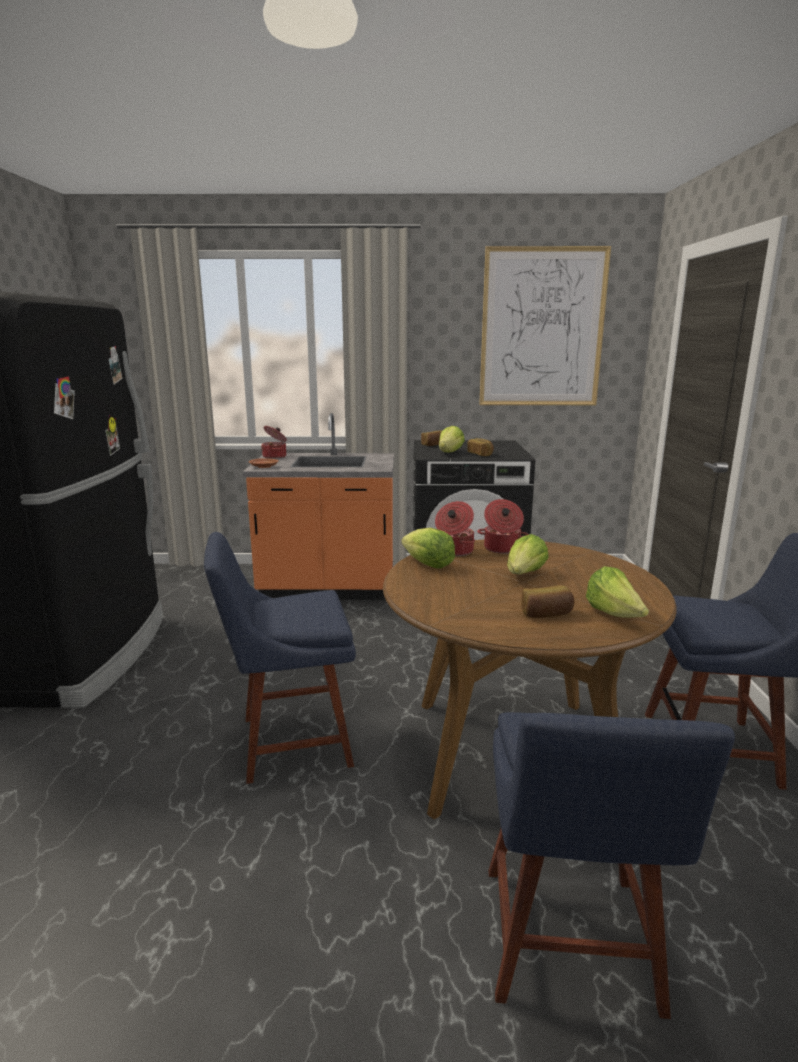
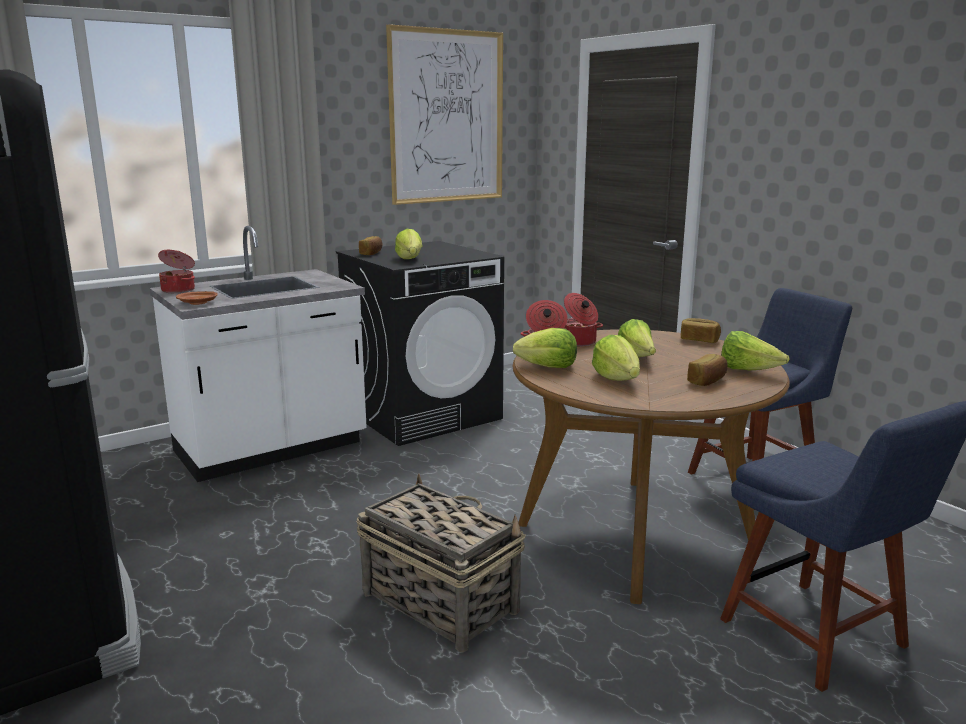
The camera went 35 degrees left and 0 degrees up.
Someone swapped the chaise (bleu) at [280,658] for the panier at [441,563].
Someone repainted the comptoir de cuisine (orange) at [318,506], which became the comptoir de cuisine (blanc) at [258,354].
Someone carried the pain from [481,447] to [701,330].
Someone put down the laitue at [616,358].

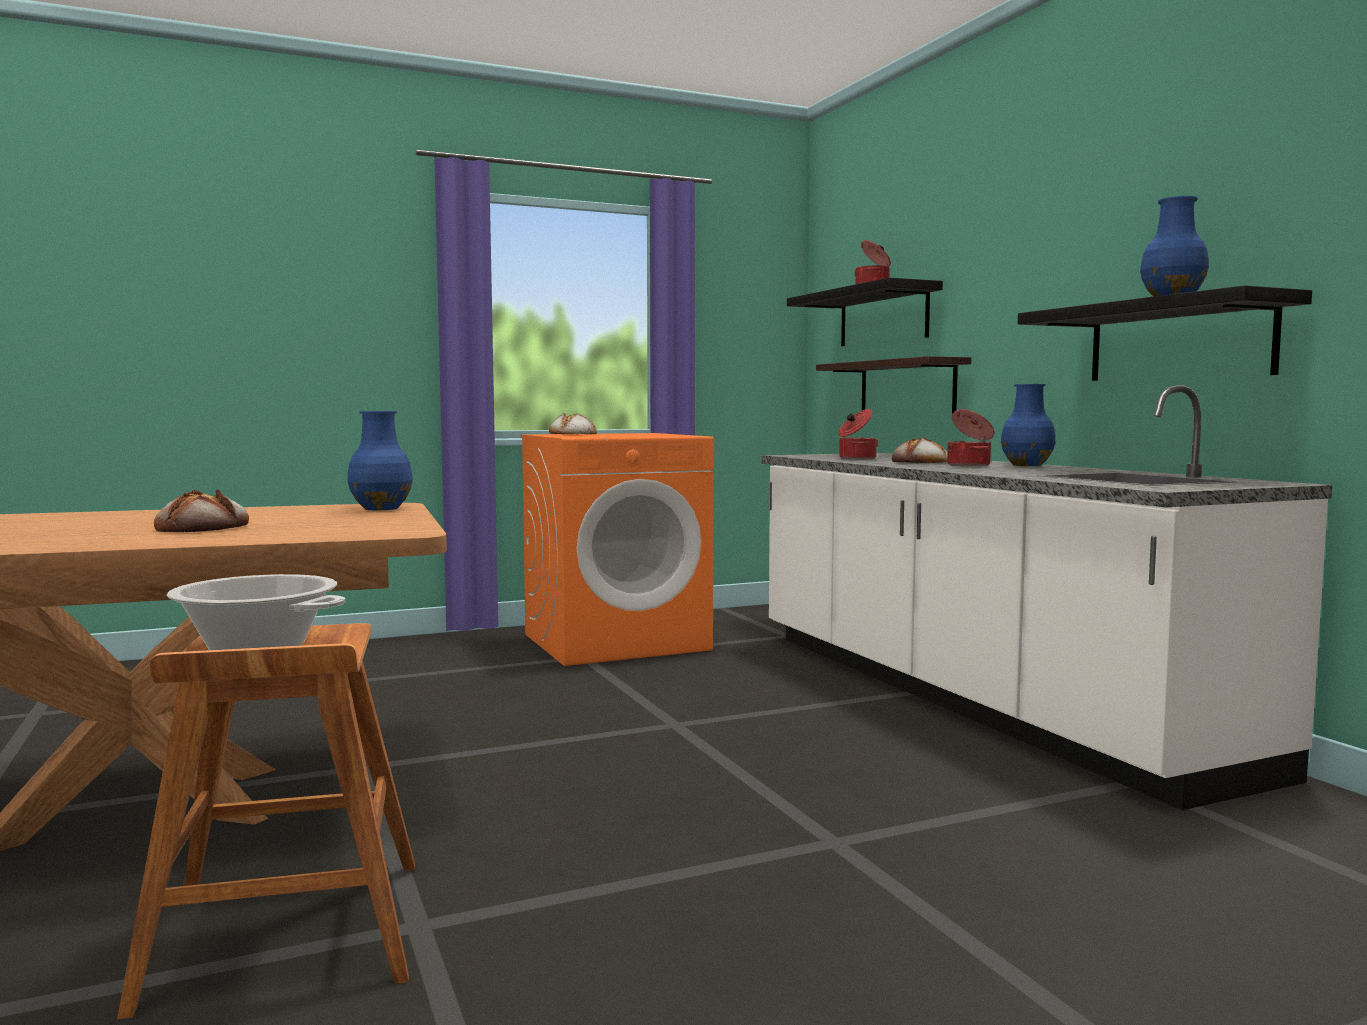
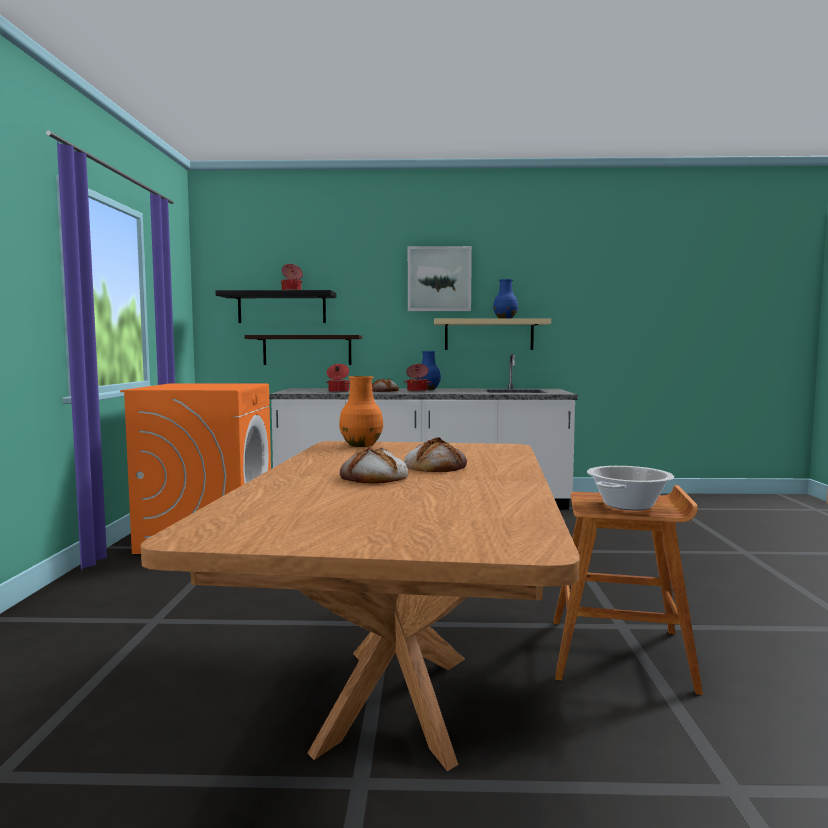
The camera went 65 degrees left and 0 degrees up.
Someone repainted the vase (bleu) at [380,460], which became the vase (orange) at [361,411].
Someone carried the pain from [573,423] to [374,466].
Someone repainted the étagère (noir) at [1165,333], which became the étagère (beige) at [492,334].
Someone put up the tableau at [440,278].

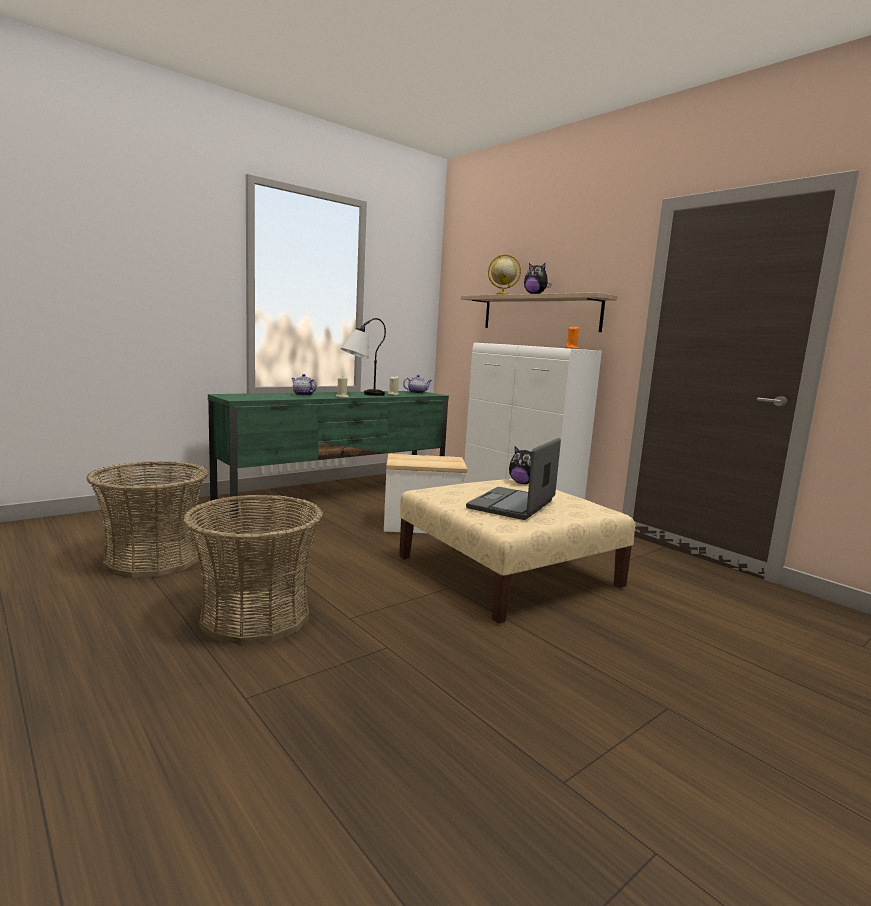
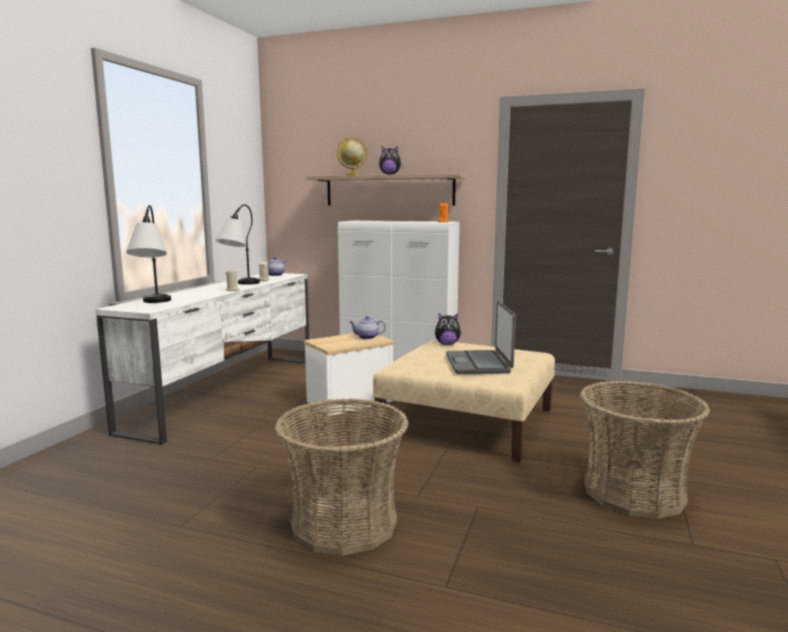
The camera went 30 degrees left and 0 degrees up.
Someone carried the panier from [148,519] to [645,449].
Someone repainted the meuble télé (vert) at [328,455], which became the meuble télé (blanc) at [202,359].
Someone carried the théière from [304,385] to [368,327].
Someone put down the lampe de table at [148,254].

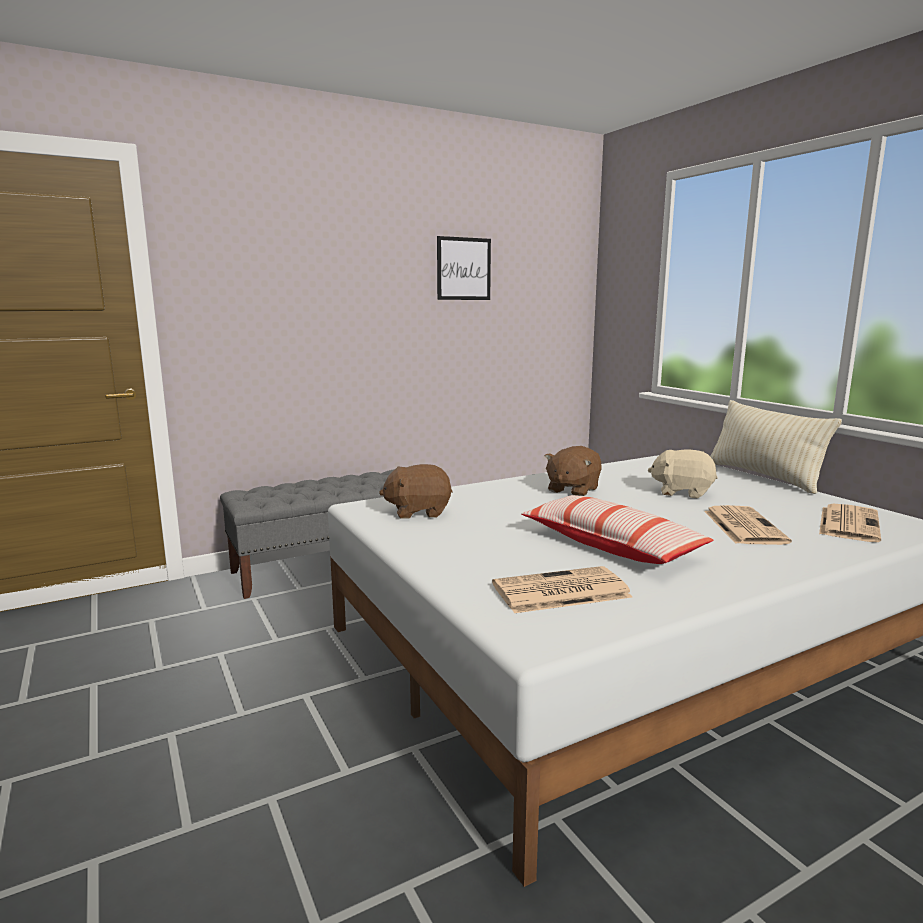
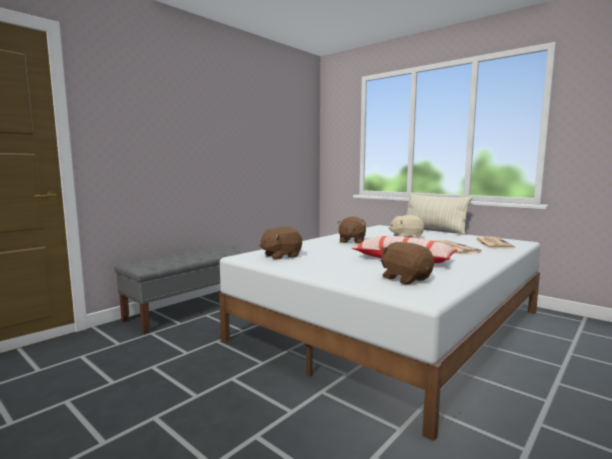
The camera went 20 degrees left and 5 degrees down.
Someone took away the tableau at [464,268].
Someone swapped the journal at [562,589] for the peluche (marron) at [407,263].

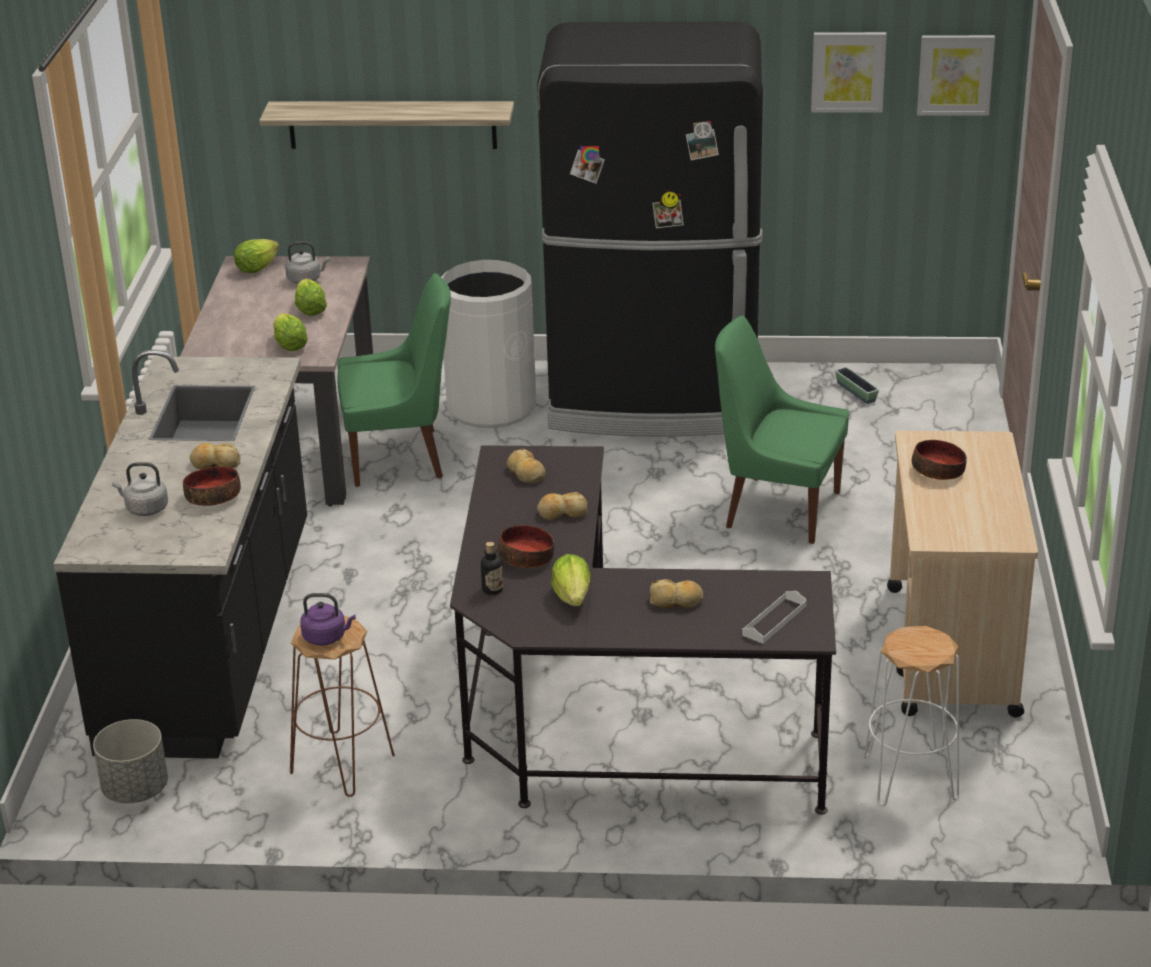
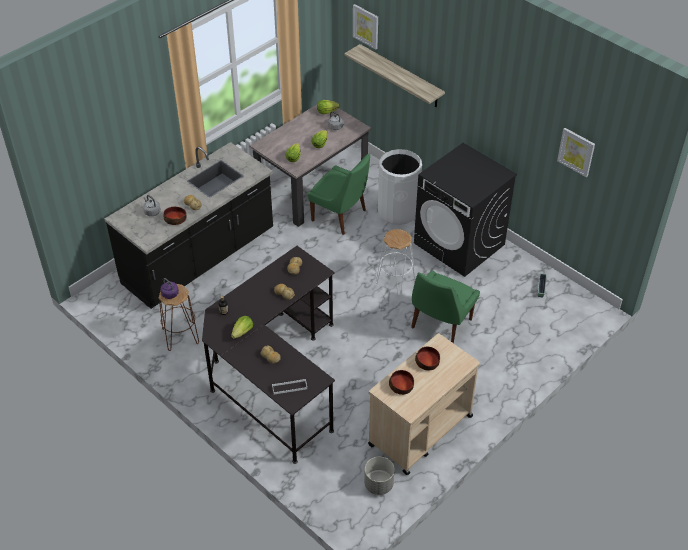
The camera went 40 degrees right and 15 degrees up.
Someone carried the cache-pot (gris) from [130,761] to [379,476].
Someone carried the bol from [526,546] to [401,382].
Someone swapped the réfrigérateur (noir) at [650,229] for the lave-linge (noir) at [465,210].
Someone rotated the chaise (vert) at [782,429] by 120 degrees counterclockwise.
Someone carried the tabouret (blanc) from [911,716] to [395,262].
Someone carried the tableau from [956,75] to [365,27].

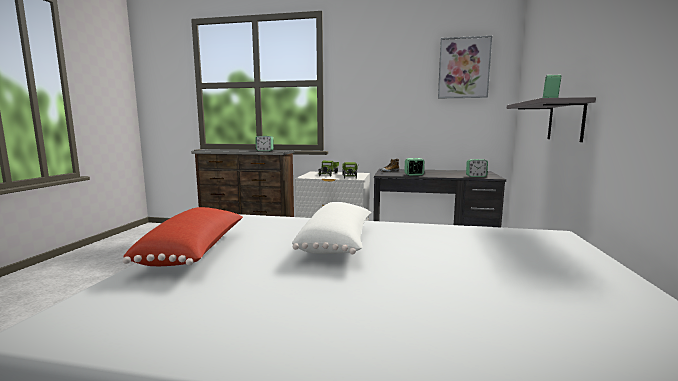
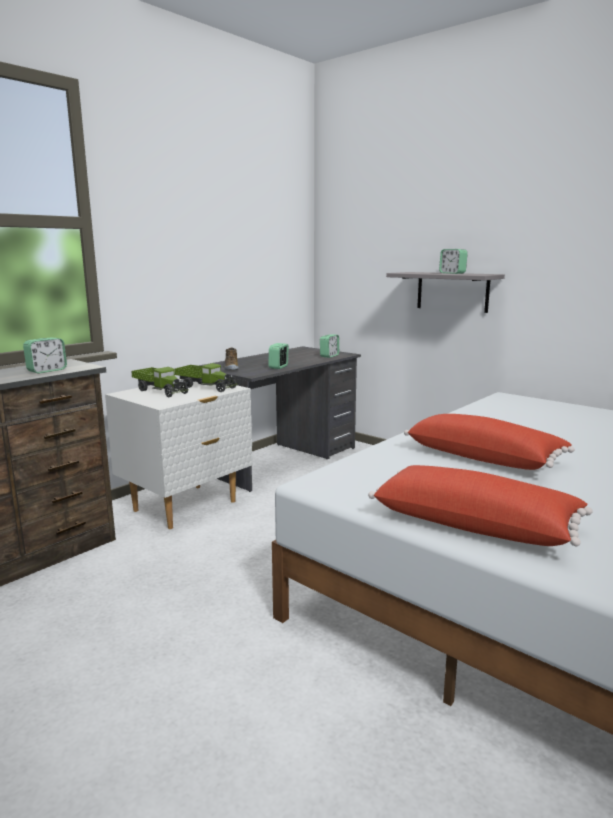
The camera went 60 degrees left and 5 degrees up.
Someone repainted the coussin (blanc) at [332,228], which became the coussin (rouge) at [489,442].
Someone took away the tableau at [465,67].

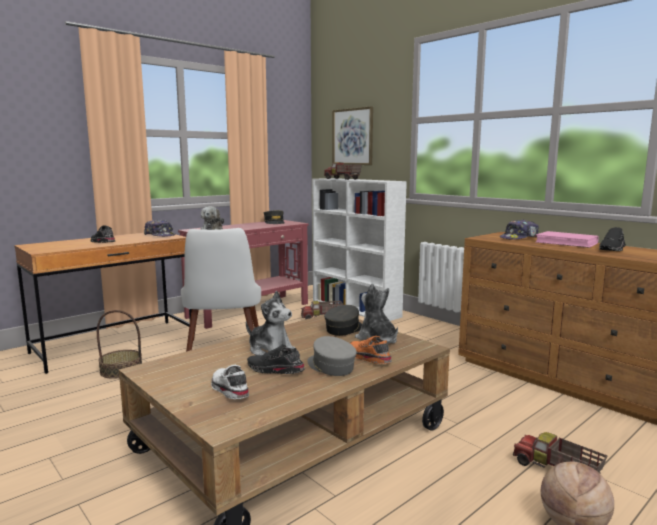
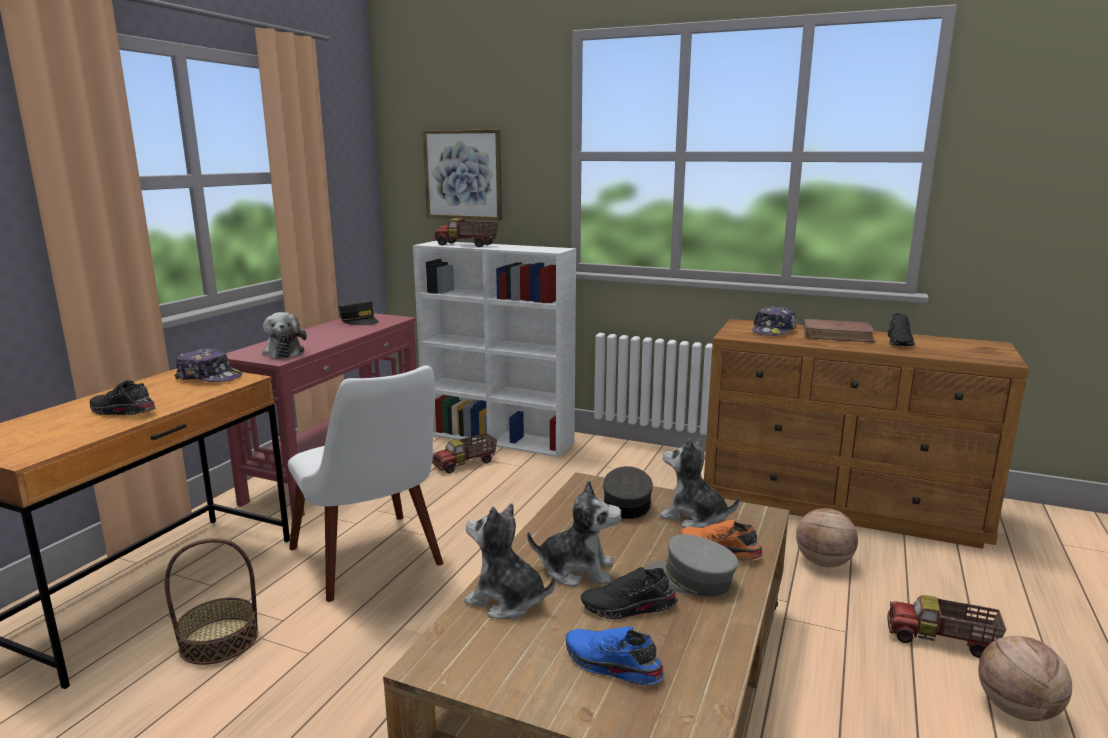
The camera went 25 degrees left and 5 degrees up.
Someone repainted the chaussure (blanc) at [230,382], which became the chaussure (bleu) at [615,656].
Someone repainted the livre (rose) at [567,239], which became the livre (marron) at [839,331].
Someone put down the peluche at [510,561].
Someone put down the ballon de basket at [827,537].

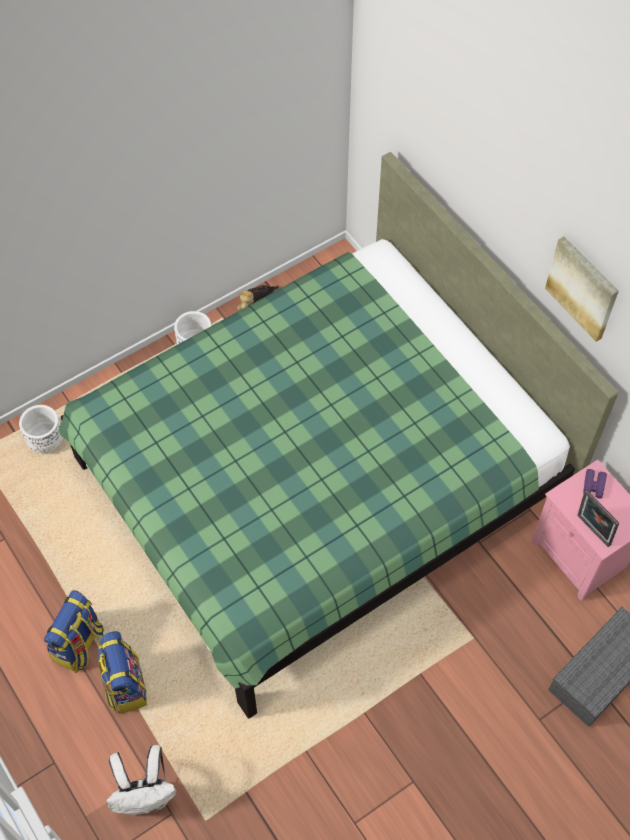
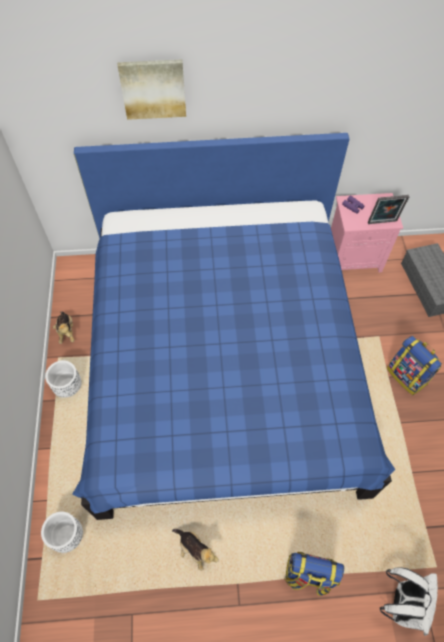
The camera went 60 degrees left and 0 degrees up.
Someone carried the sac à dos from [74,631] to [414,365].
Someone repainted the lit (vert) at [338,435], which became the lit (bleu) at [233,326].
Someone carried the tableau from [582,289] to [152,89].
Someone put down the peluche at [195,550].

